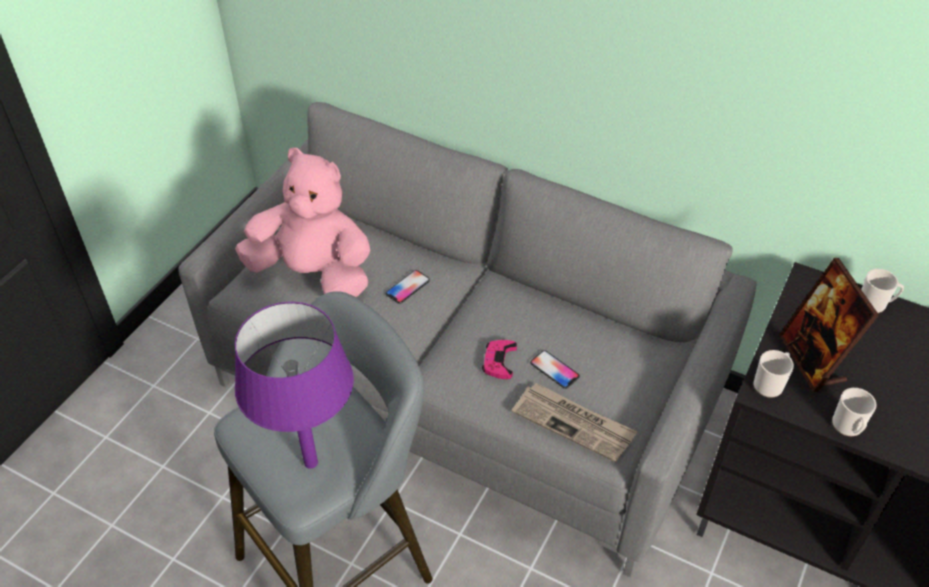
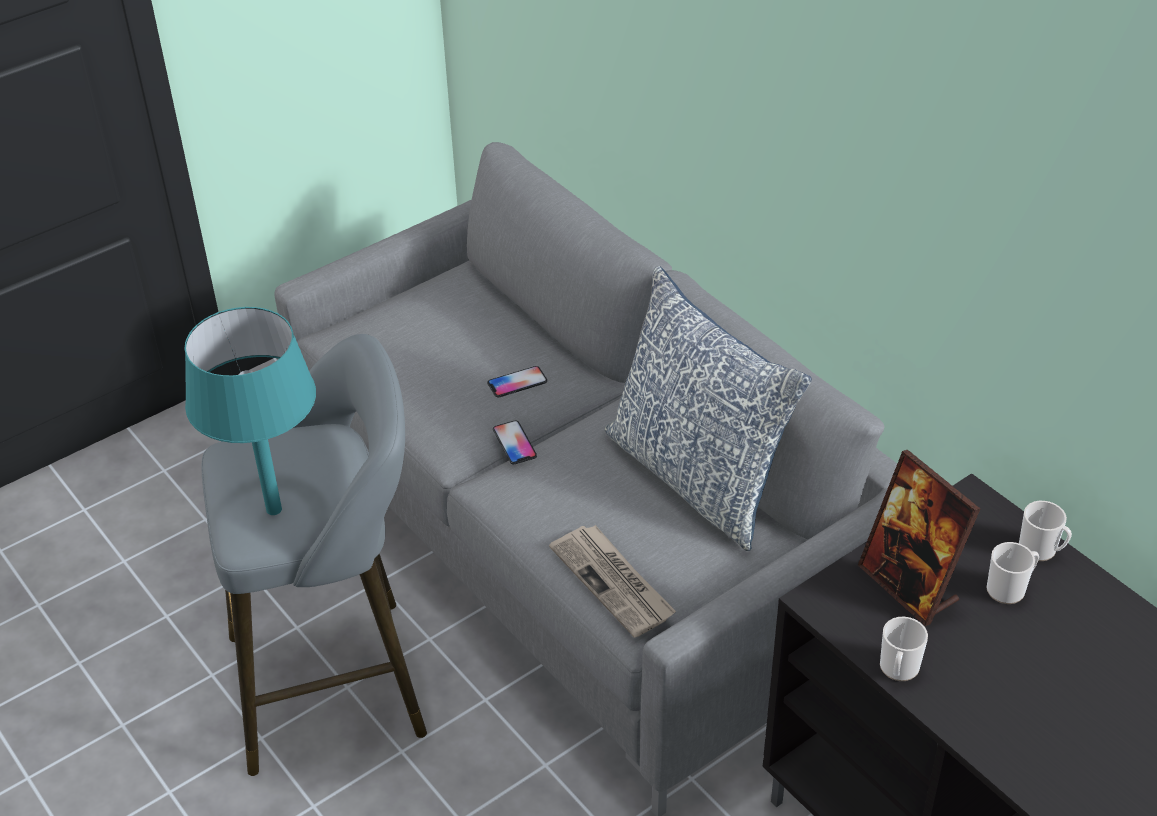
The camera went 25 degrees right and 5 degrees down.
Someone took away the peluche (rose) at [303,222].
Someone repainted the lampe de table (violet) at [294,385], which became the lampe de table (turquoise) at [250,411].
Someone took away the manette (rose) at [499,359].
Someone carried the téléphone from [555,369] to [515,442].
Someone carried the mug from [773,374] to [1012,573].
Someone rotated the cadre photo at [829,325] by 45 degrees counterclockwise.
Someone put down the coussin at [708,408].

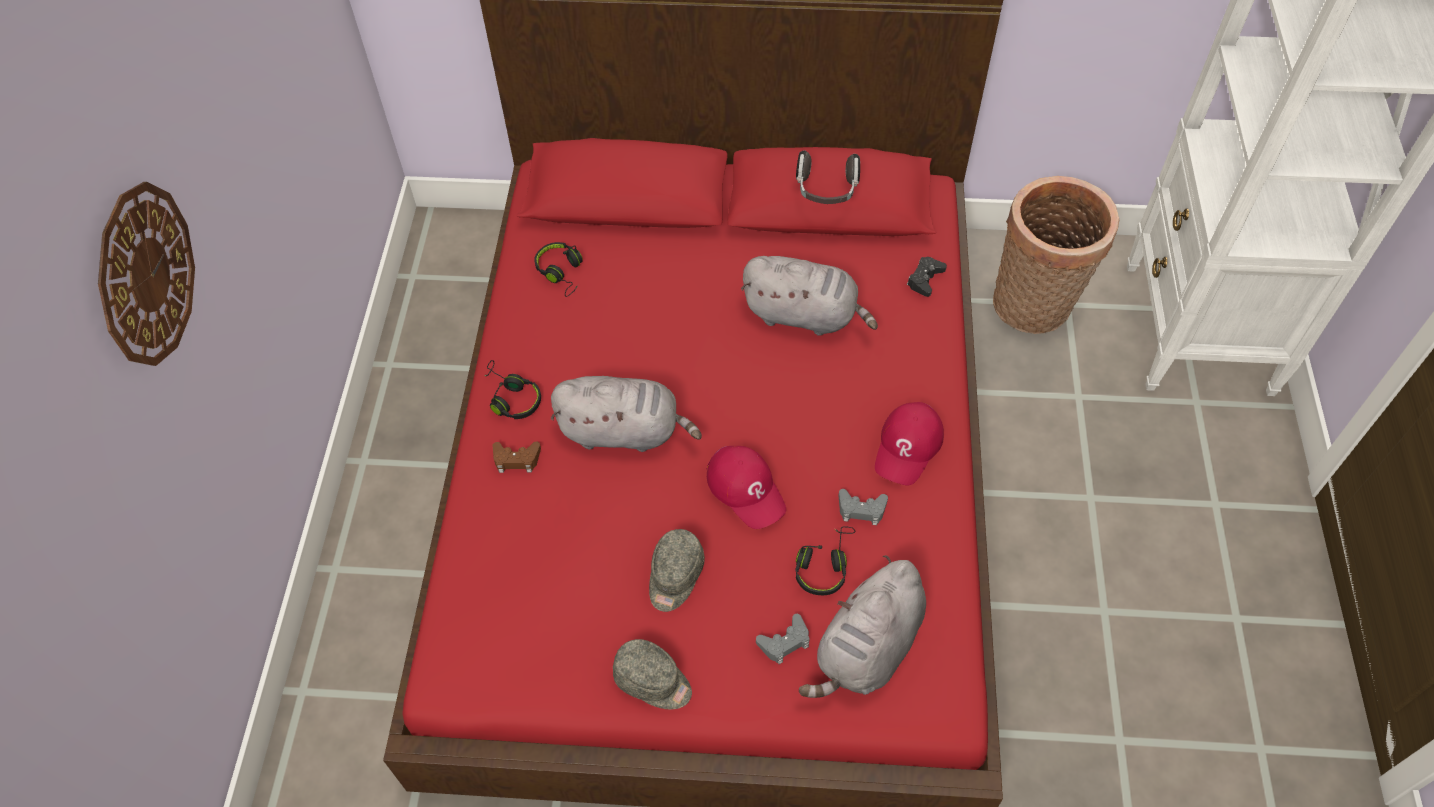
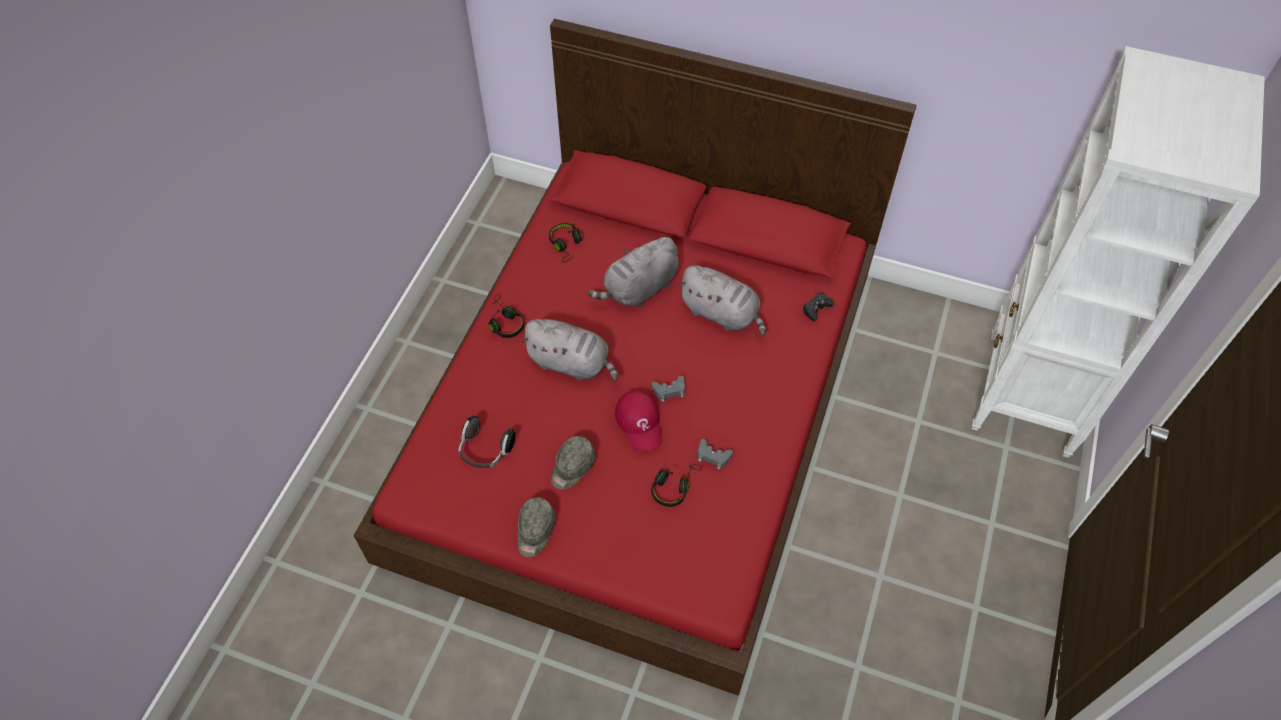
The camera went 15 degrees right and 0 degrees up.
Someone took away the horloge murale at [146,274].
Someone took away the manette (marron) at [516,457].
Someone rotated the casquette (gris) at [652,674] by 60 degrees clockwise.
Someone carried the manette (gris) from [783,639] to [668,388].
Someone carried the casque audio from [828,177] to [487,442].
Someone carried the peluche (gris) from [862,626] to [633,271].
Someone took away the casquette (rouge) at [909,443].
Someone took away the panier at [1056,255].

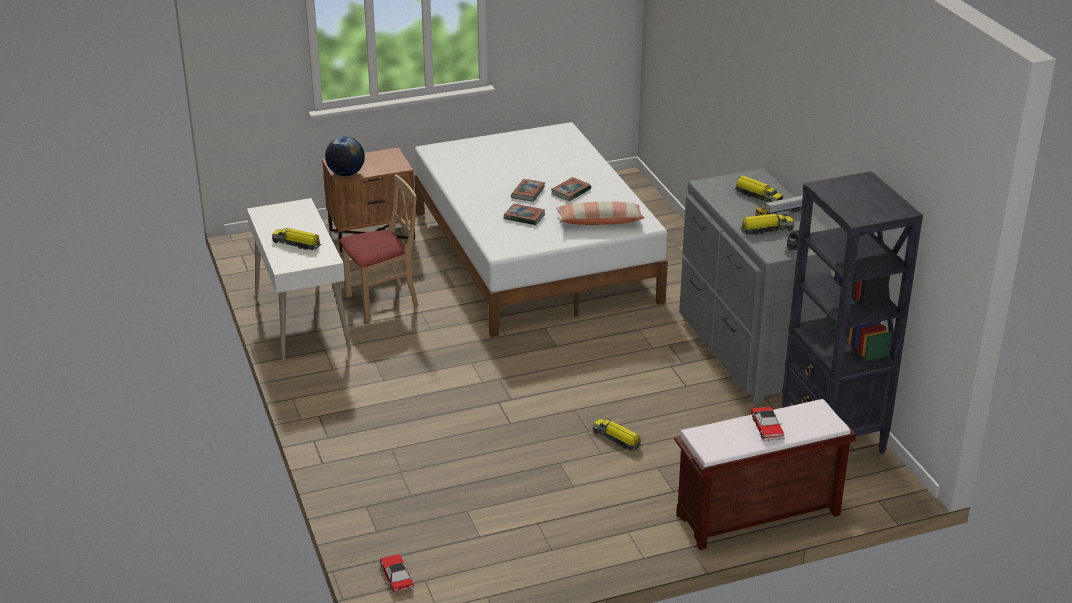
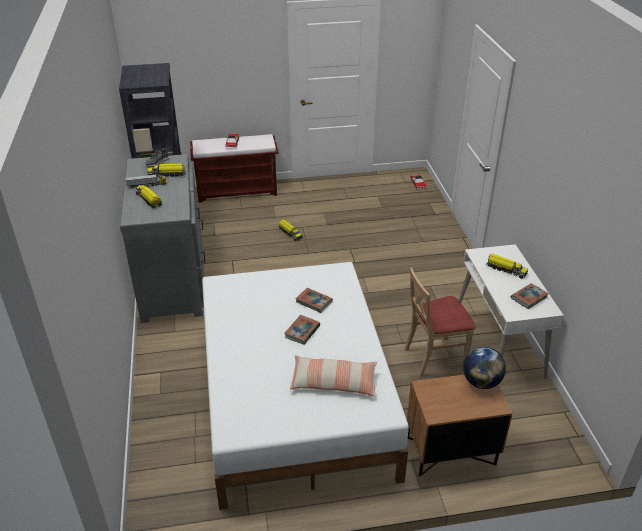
The camera went 170 degrees left and 5 degrees up.
Someone carried the livre from [571,189] to [530,296].
Someone carried the coussin from [600,213] to [333,376].

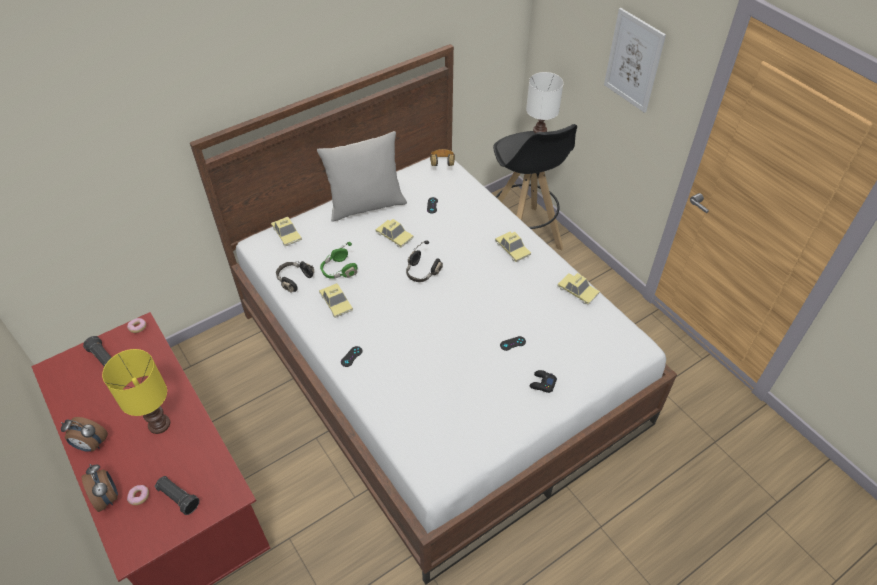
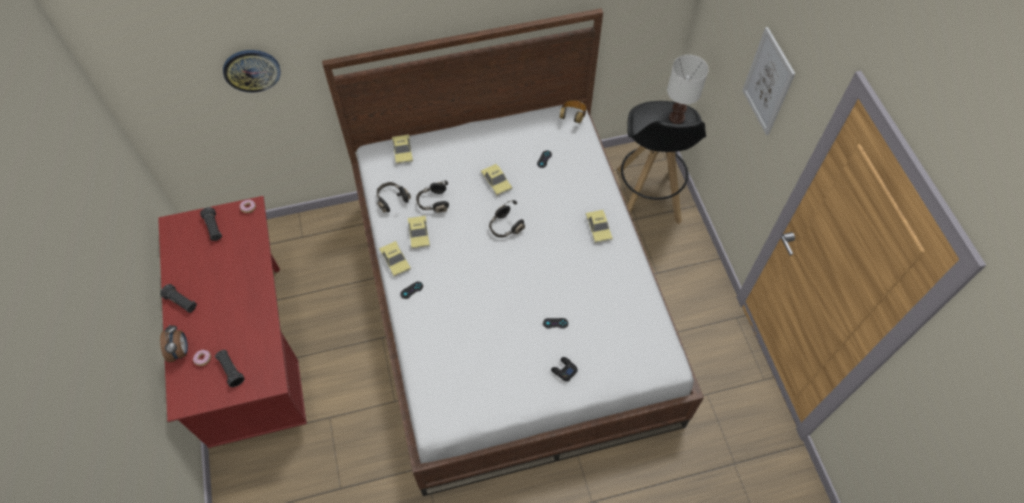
The camera went 20 degrees right and 10 degrees up.
Someone swapped the réveil at [84,434] for the lampe de poche (noir) at [178,298].
Someone took away the lampe de table (jaune) at [136,391].
Someone took away the coussin (gris) at [362,176].
Someone repainted the casque audio (vert) at [339,260], which became the casque audio (noir) at [432,196].
Someone carried the petite voiture from [578,289] to [395,259].
Someone put up the horloge murale at [252,71].

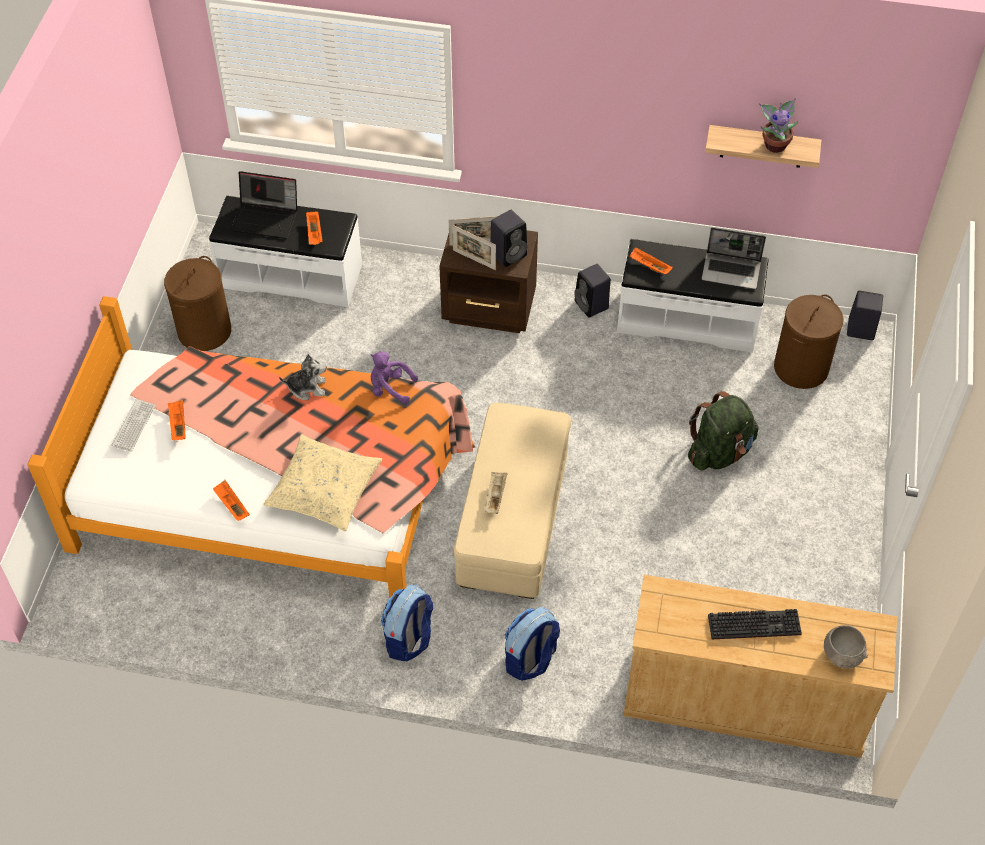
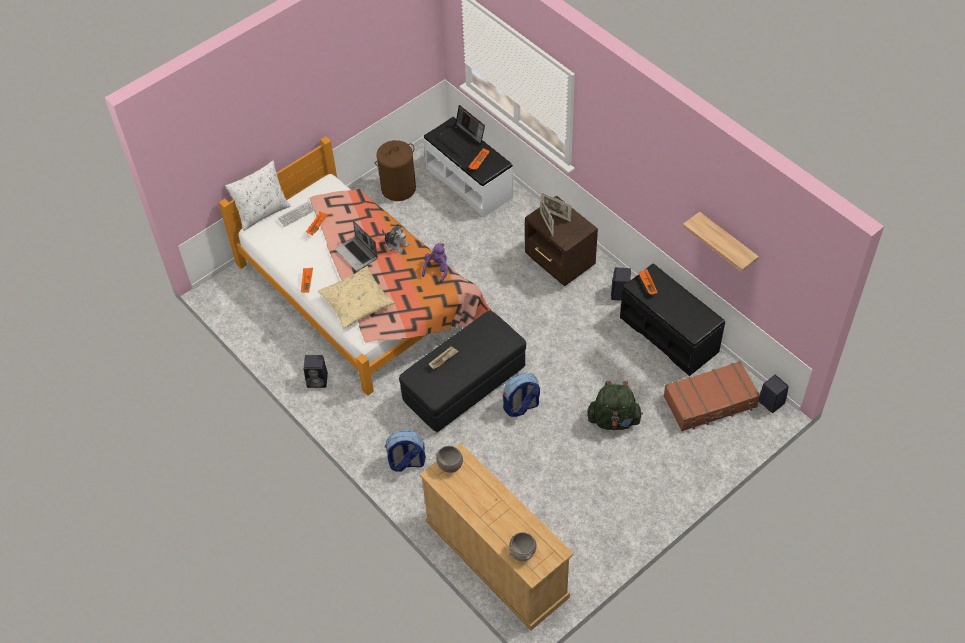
The camera went 40 degrees right and 0 degrees up.
Someone rotated the peluche (violet) at [394,378] by 60 degrees clockwise.
Someone carried the sac à dos from [407,623] to [521,395].
Someone repainted the pouf (beige) at [512,501], which became the pouf (noir) at [462,372].
Someone carried the enceinte (noir) from [509,238] to [316,371].
Someone repainted the banc (blanc) at [692,296], which became the banc (noir) at [672,319].
Someone carried the ordinateur portable from [734,258] to [356,245].
Someone took away the clavier at [755,624].
Someone took away the plante en pot at [779,125].
Someone swapped the panier à linge (marron) at [809,342] for the valise (marron) at [712,396].
Someone put down the coussin (blanc) at [258,196].
Someone put down the bol (gris) at [449,459].

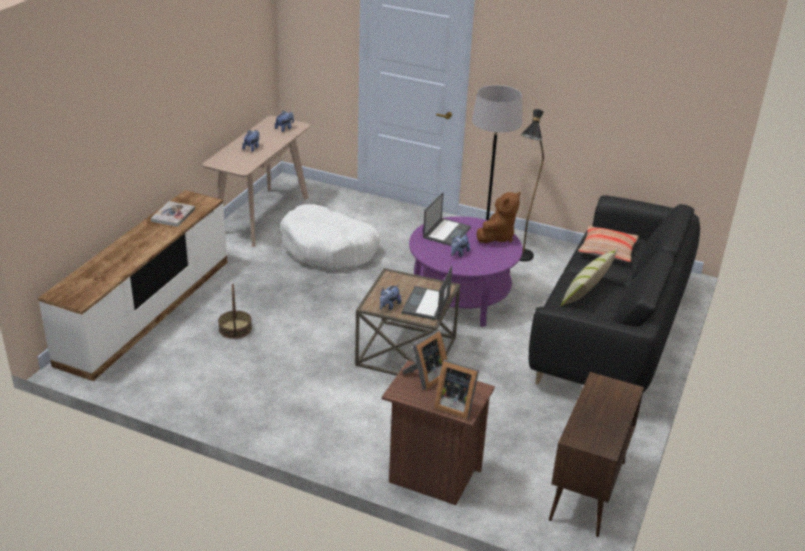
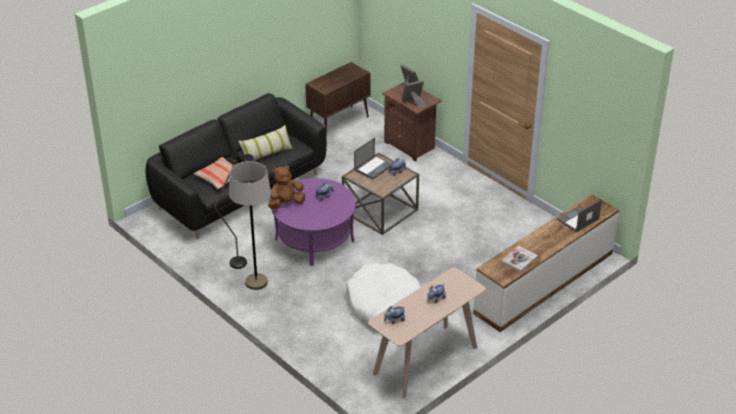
The camera went 155 degrees left and 5 degrees up.
Someone took away the panier at [235,311].
Someone carried the ordinateur portable from [447,219] to [579,215].

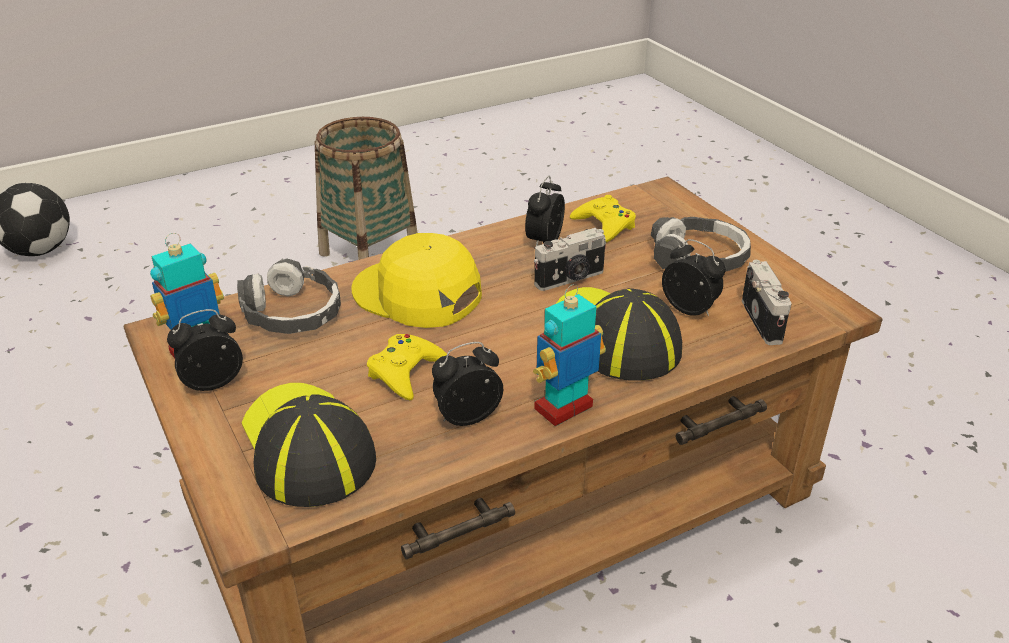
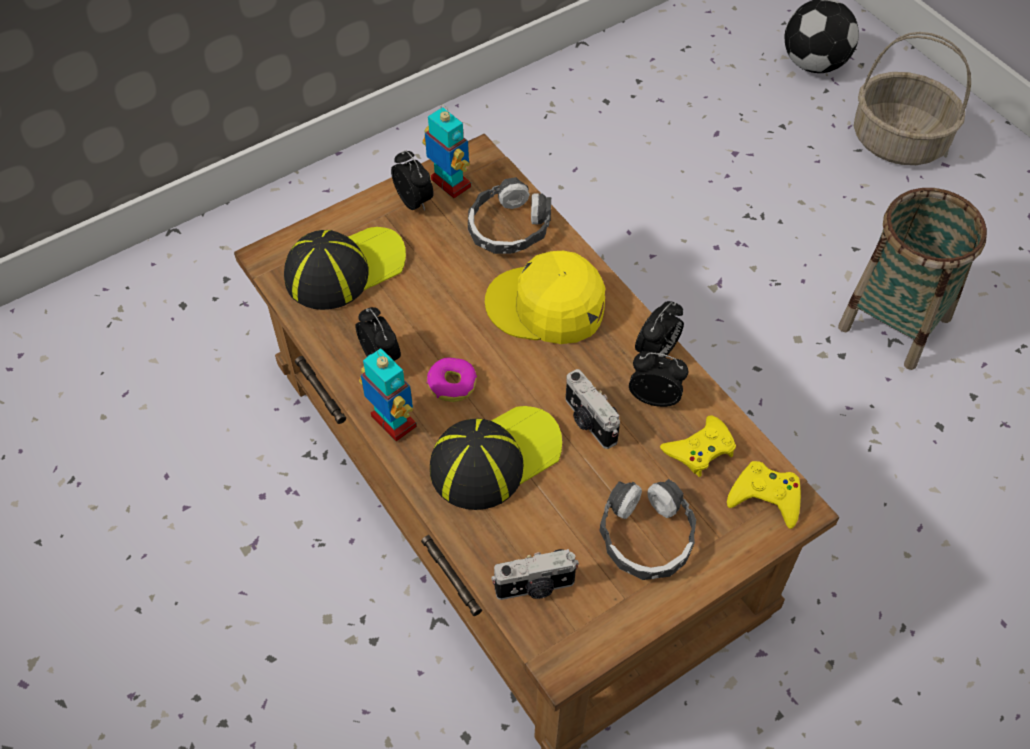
The camera went 85 degrees right and 20 degrees up.
Someone rotated the casquette (jaune) at [416,280] by 105 degrees counterclockwise.
Someone carried the manette (jaune) from [407,367] to [764,495].
Someone carried the réveil from [694,277] to [659,329].
Someone put down the beignet at [452,380].
Someone put down the panier at [912,98].

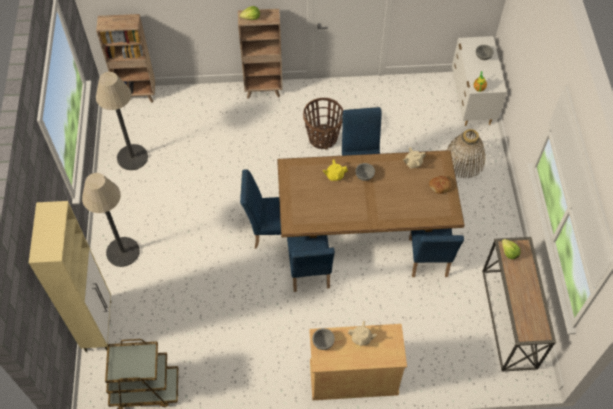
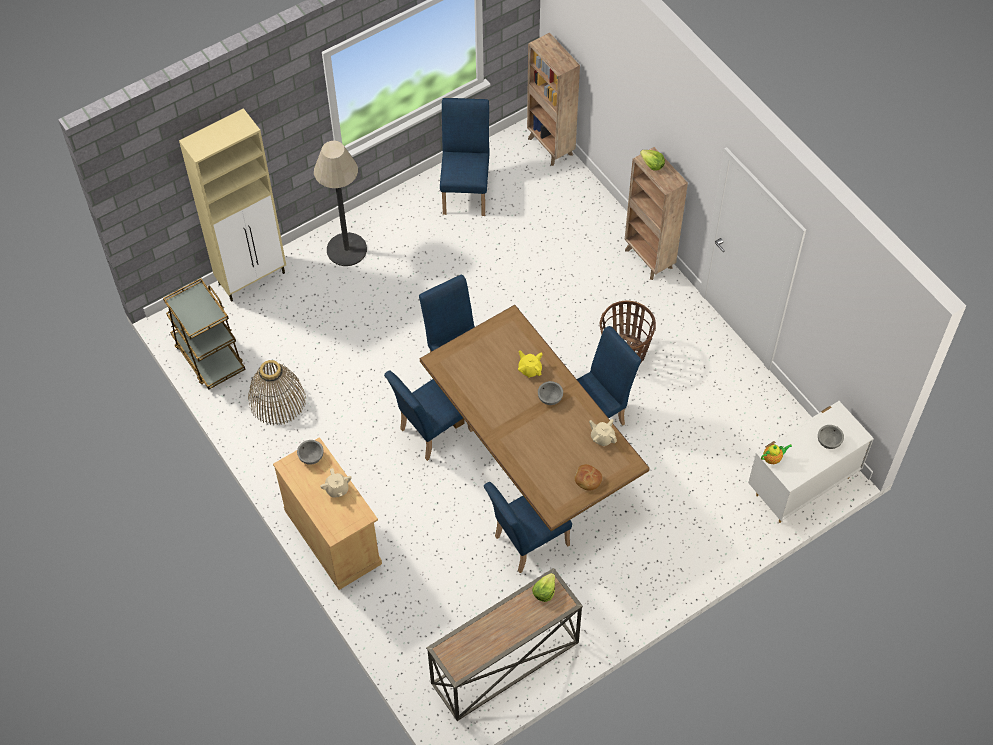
The camera went 60 degrees right and 0 degrees up.
Someone swapped the lampadaire at [122,121] for the chaise (bleu) at [465,157].
Someone carried the panier from [466,154] to [277,392].

